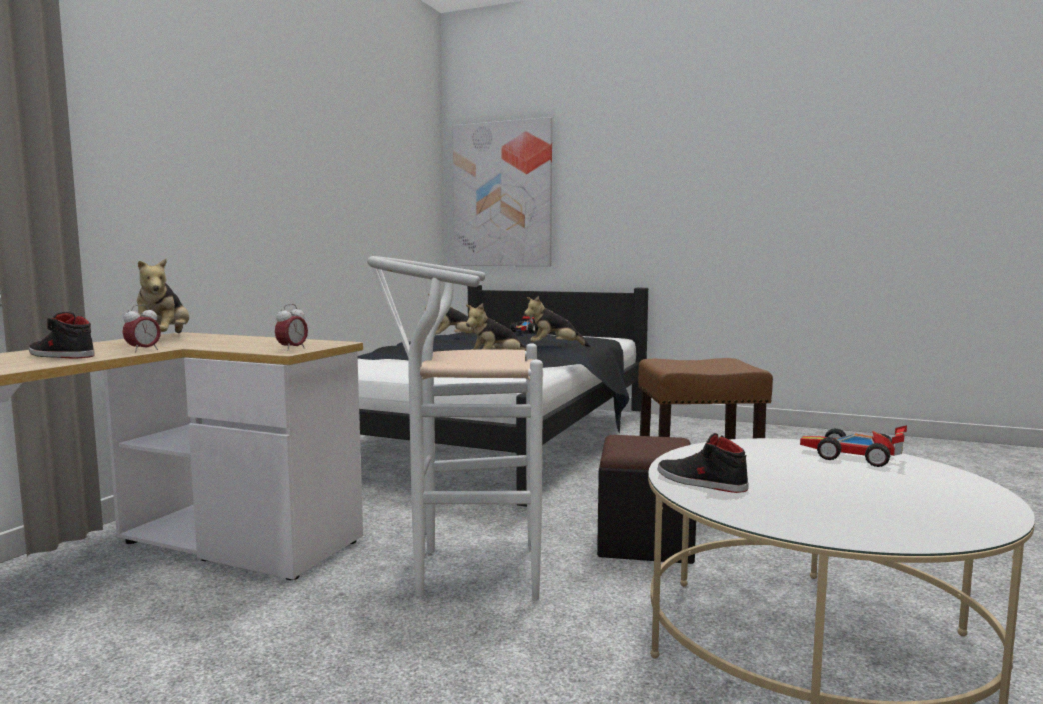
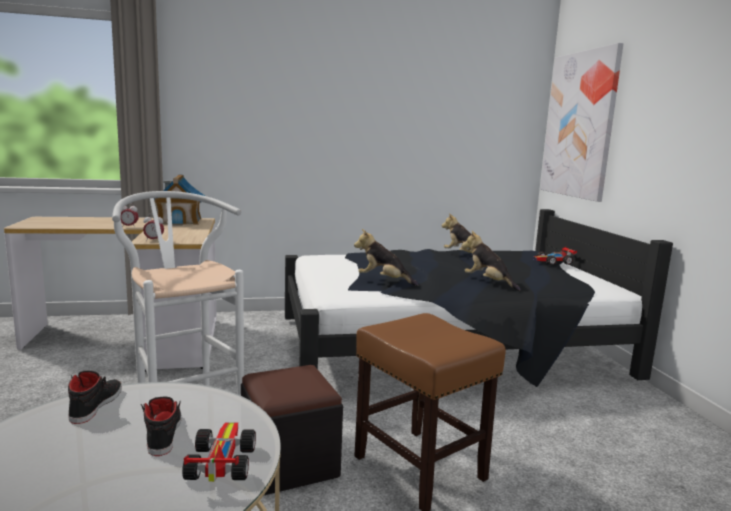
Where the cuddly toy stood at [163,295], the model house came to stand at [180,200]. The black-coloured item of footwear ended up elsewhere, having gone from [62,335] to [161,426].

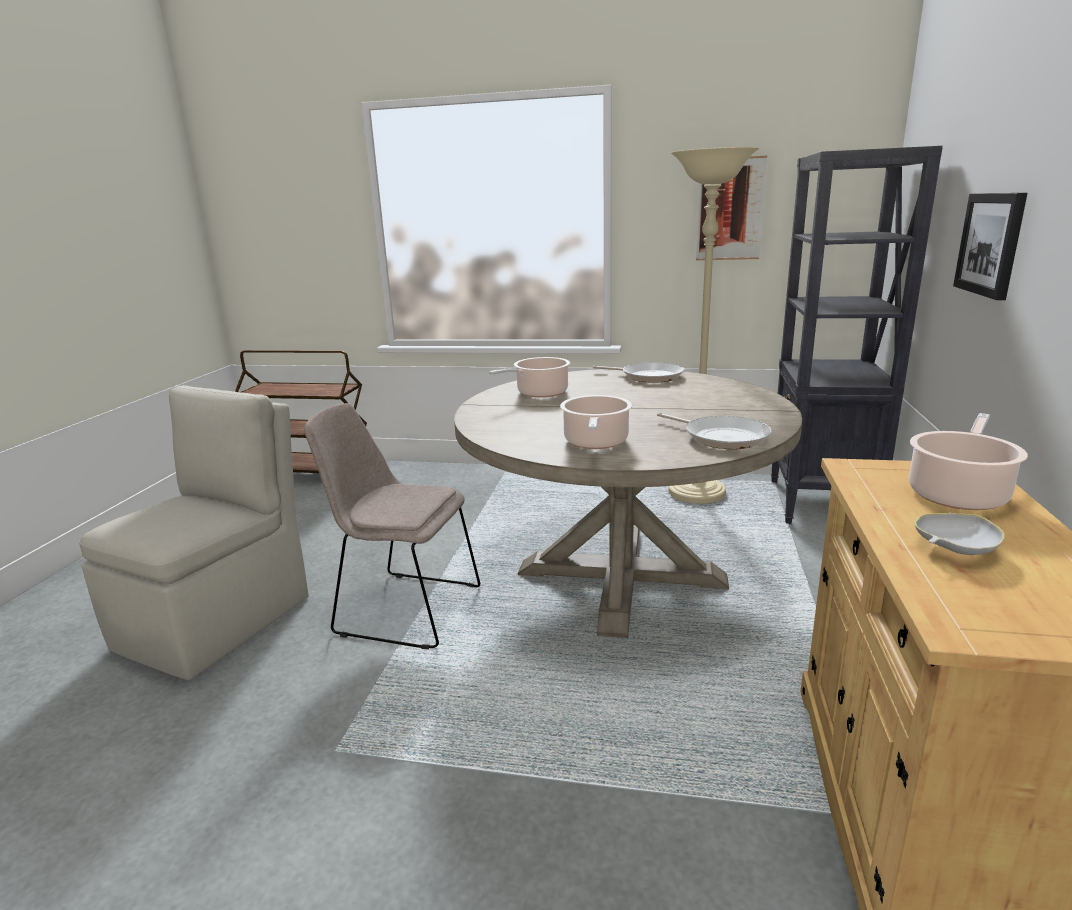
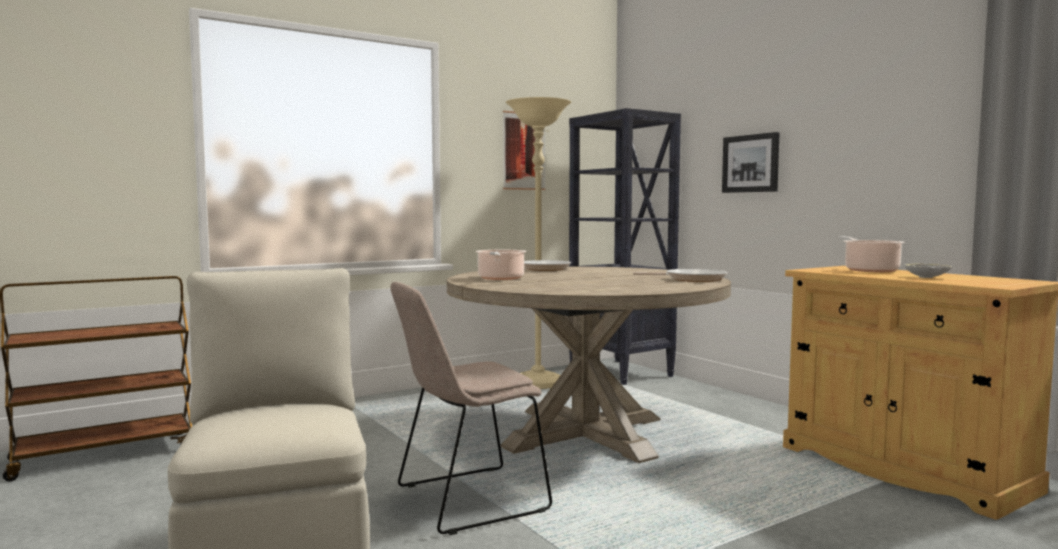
The second view lost the stockpot at [596,422].

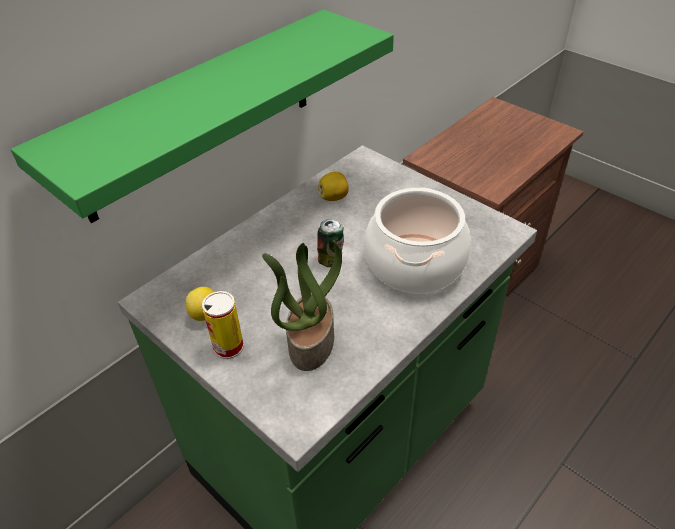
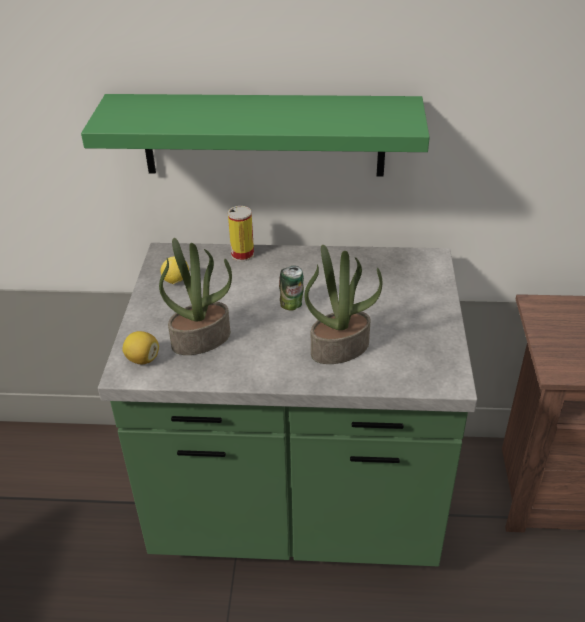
The citrus fruit ended up elsewhere, having gone from [333,186] to [140,347]. Where the stockpot stood at [417,240], the potted plant came to stand at [343,304]. The sealed can ended up elsewhere, having gone from [223,325] to [241,233].

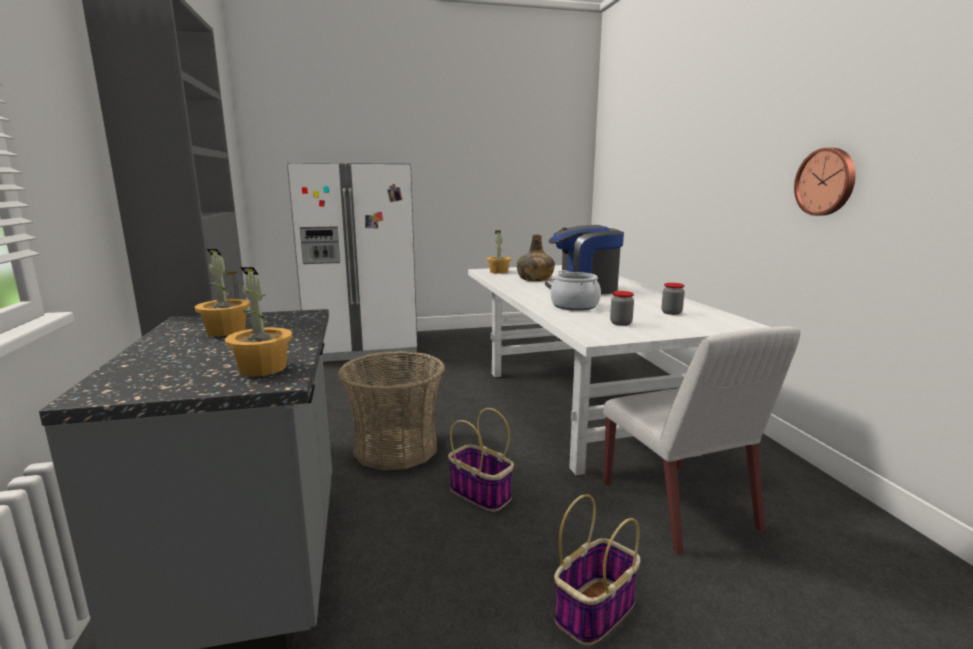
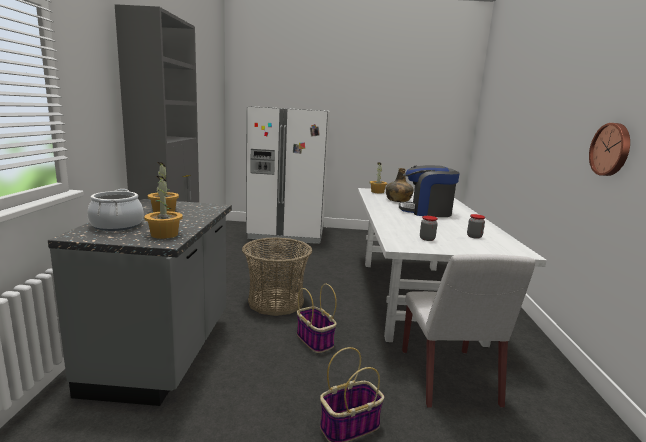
The stockpot ended up elsewhere, having gone from [575,290] to [115,210].

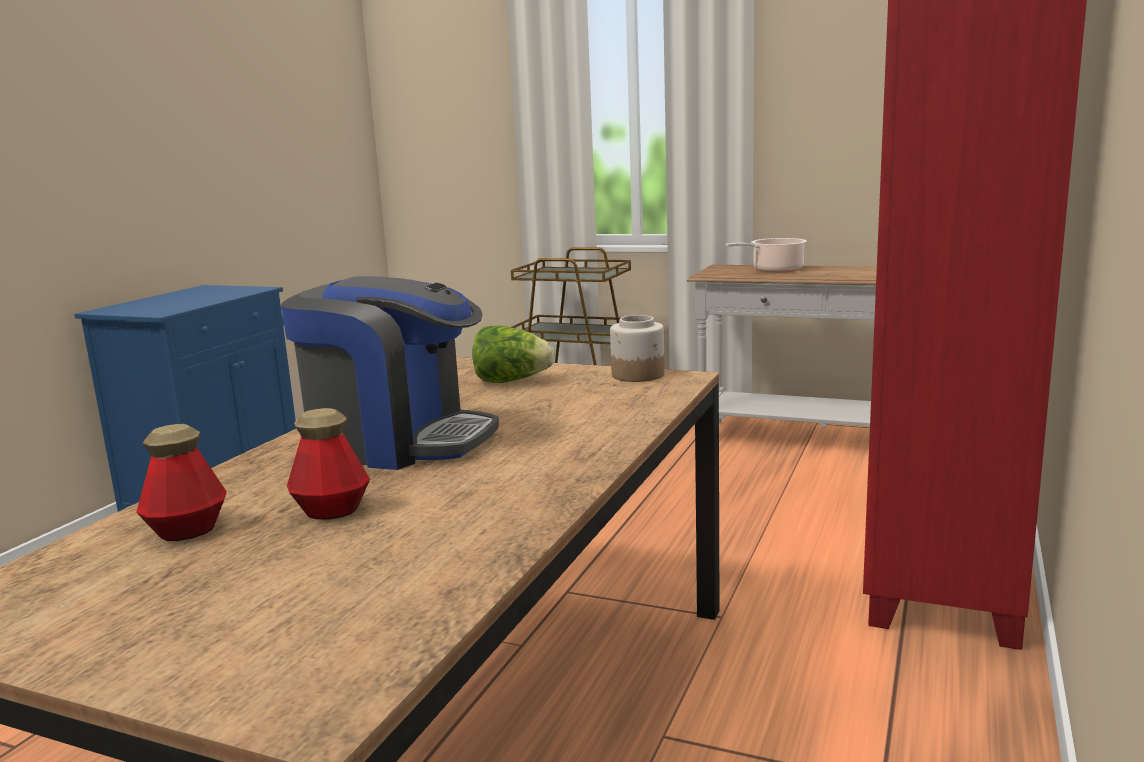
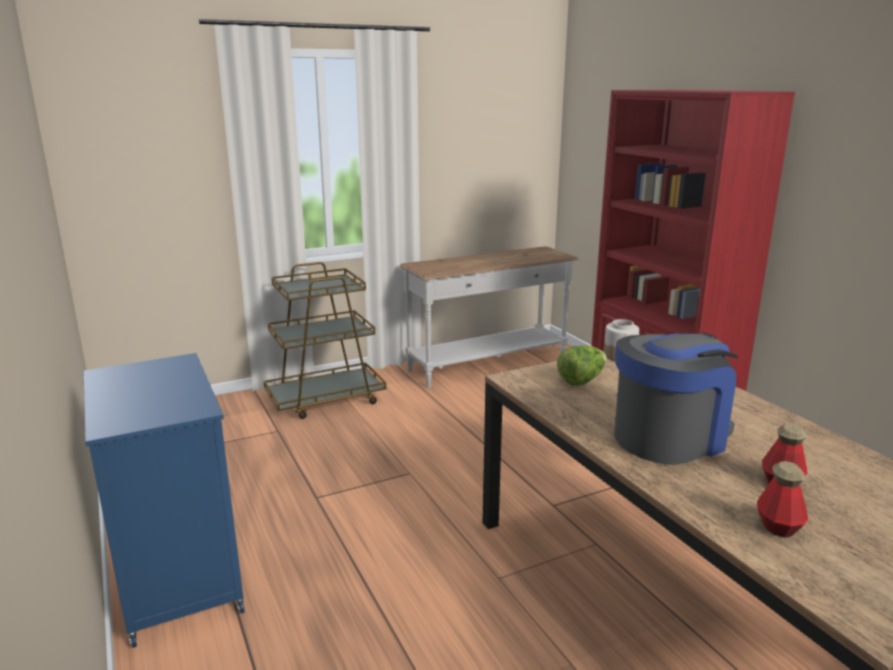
The second view lost the stockpot at [766,255].

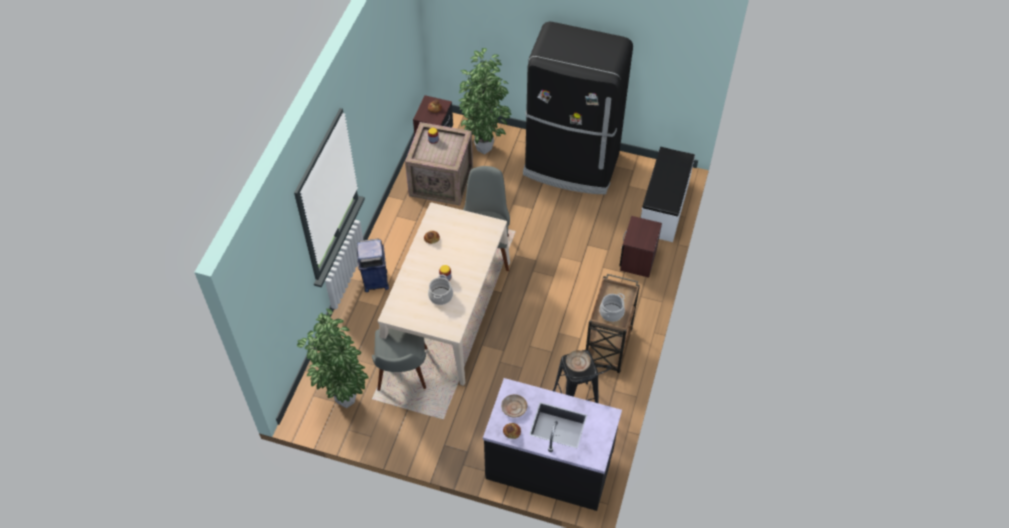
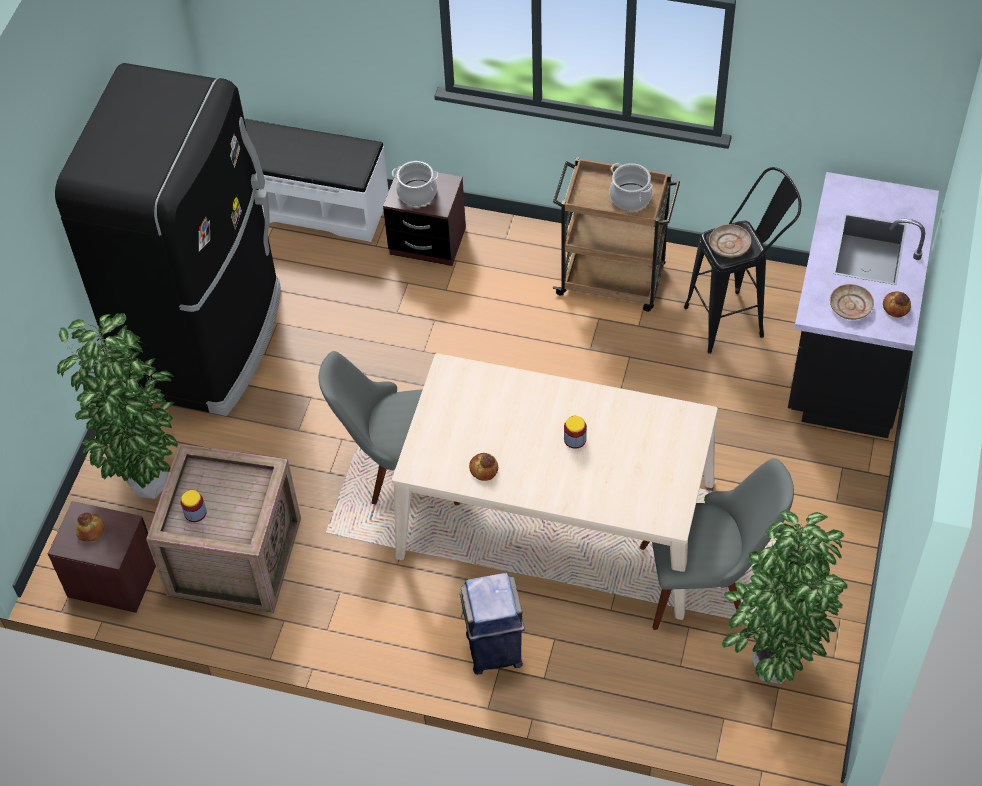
The stockpot ended up elsewhere, having gone from [440,289] to [415,183].

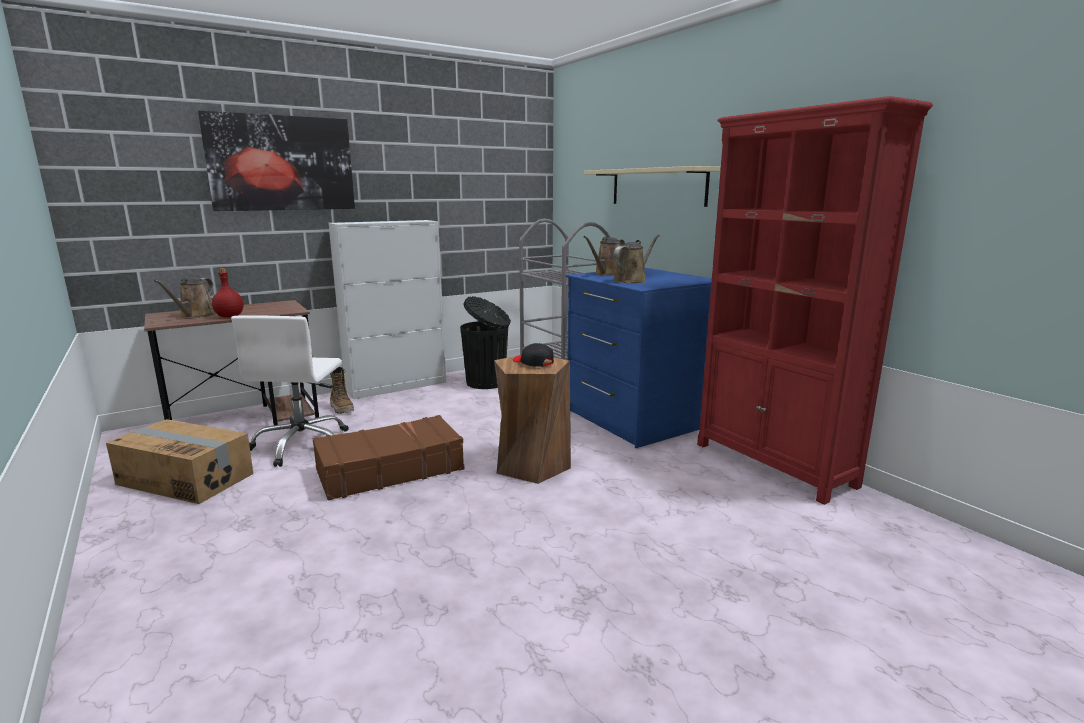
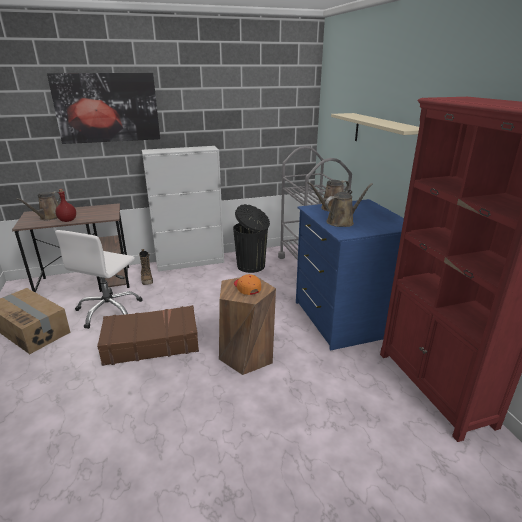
What was the black-coloured baseball cap at [533,355] turned into the orangey baseball cap at [247,284].

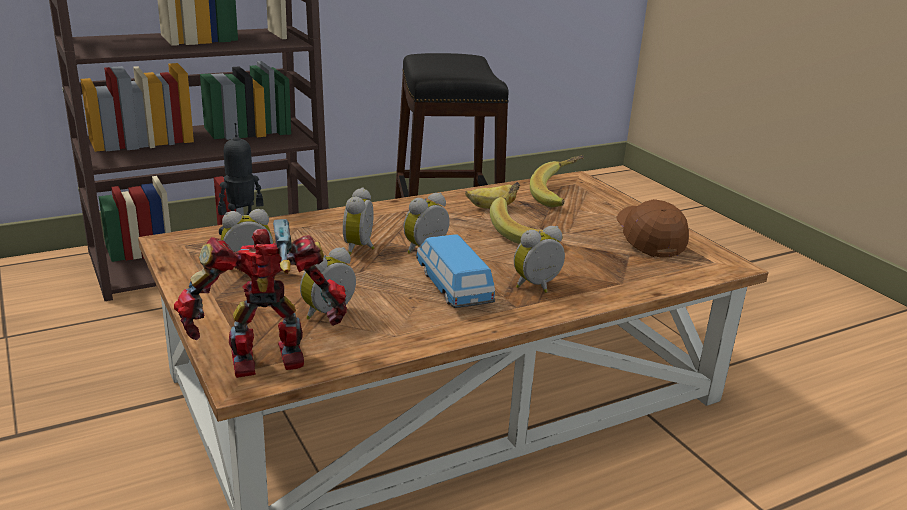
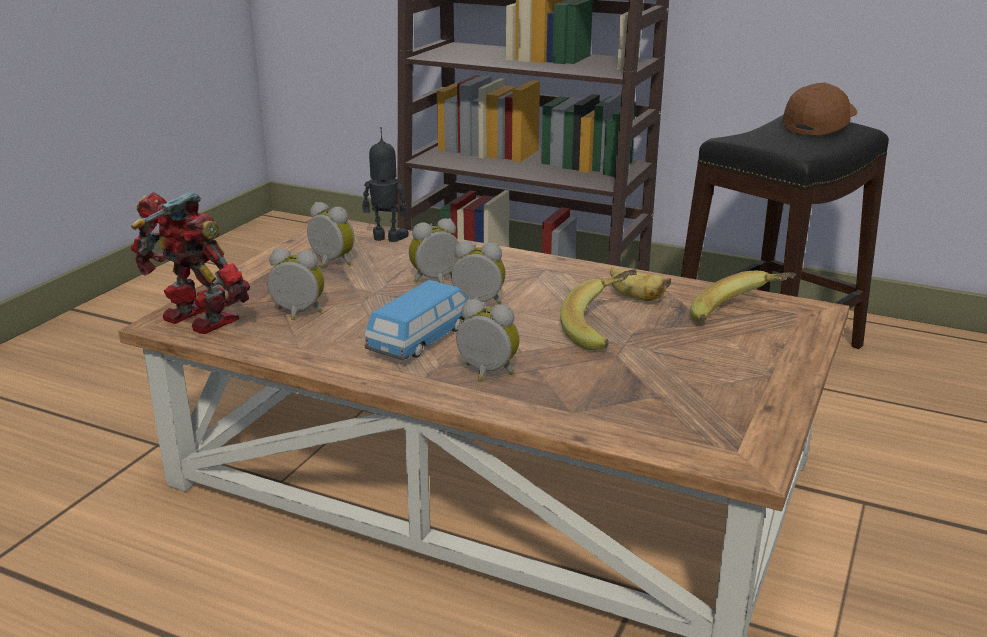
The brown-coloured baseball cap ended up elsewhere, having gone from [652,228] to [820,109].

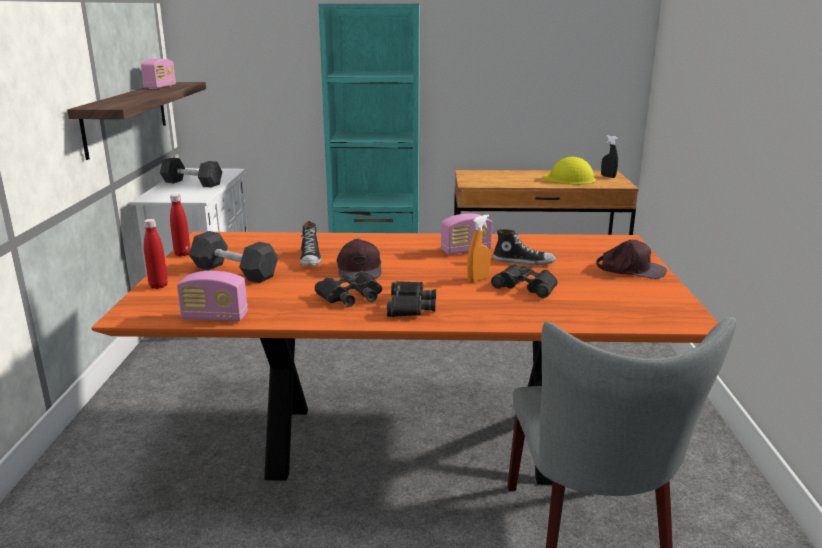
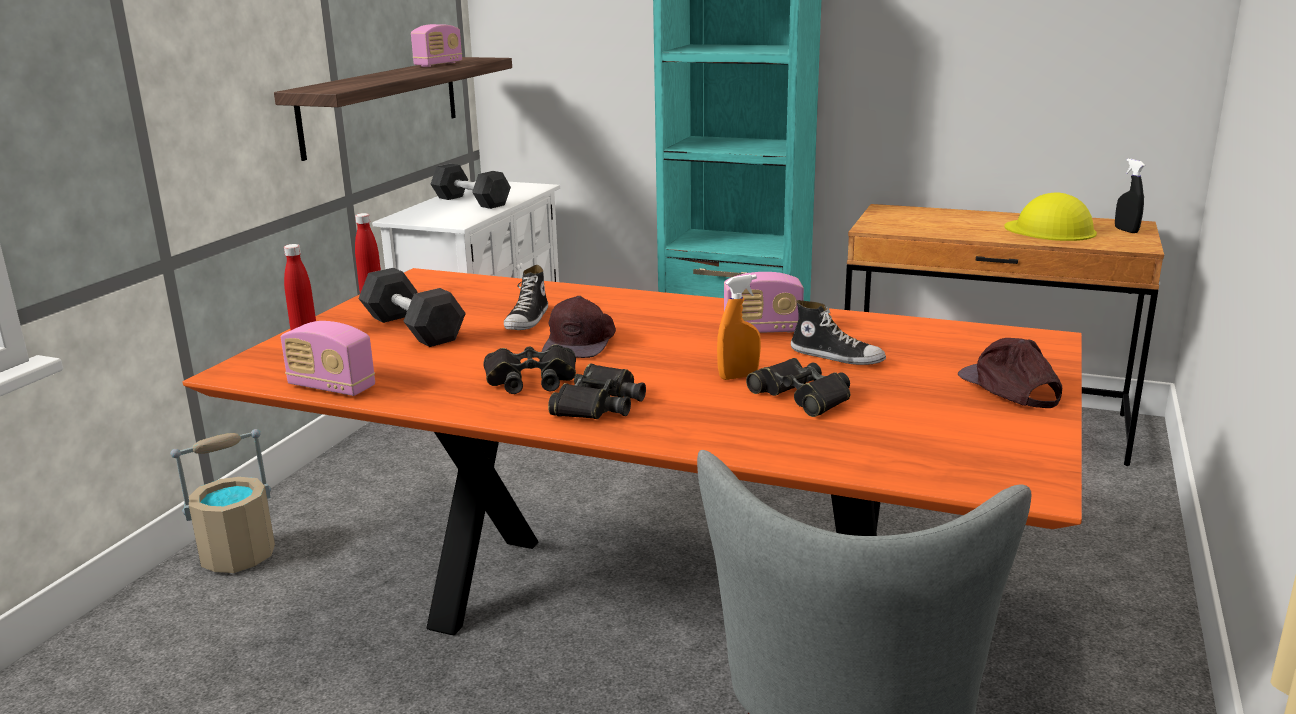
The brown-coloured baseball cap at [631,259] ended up facing another way, 150 degrees counterclockwise from before. The second view gained the beige-coloured water bucket at [223,501].

